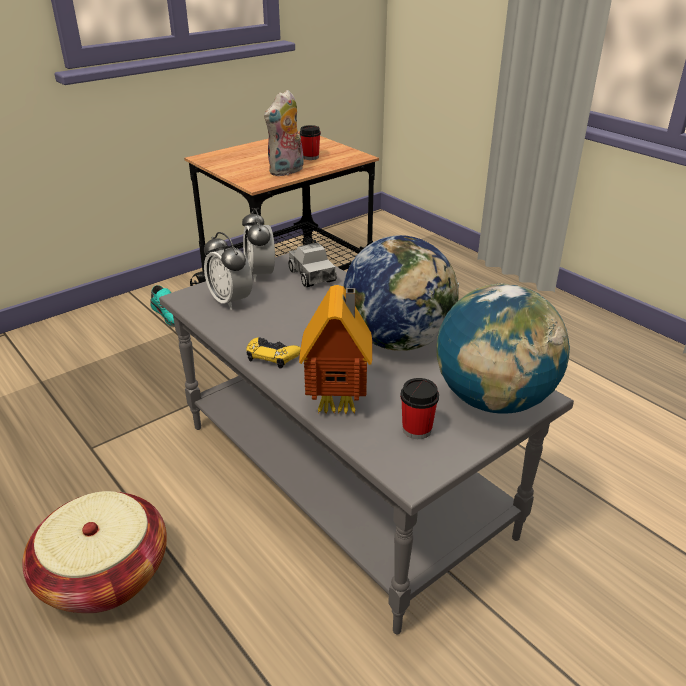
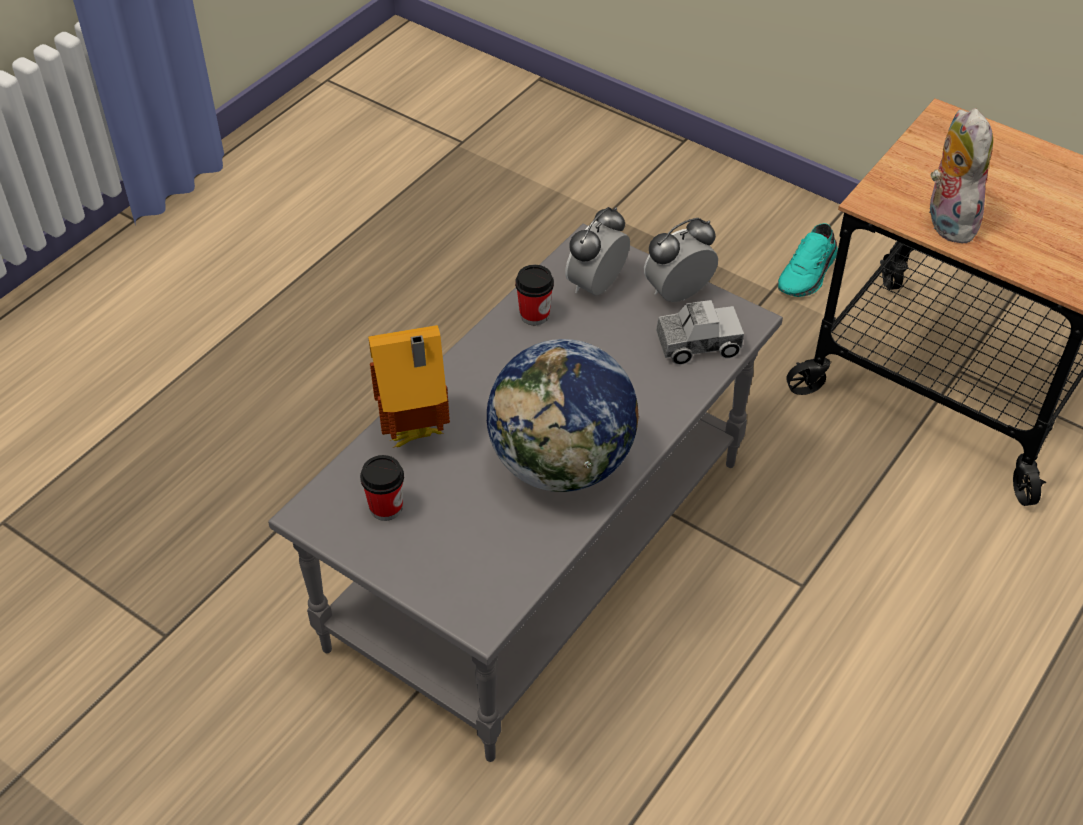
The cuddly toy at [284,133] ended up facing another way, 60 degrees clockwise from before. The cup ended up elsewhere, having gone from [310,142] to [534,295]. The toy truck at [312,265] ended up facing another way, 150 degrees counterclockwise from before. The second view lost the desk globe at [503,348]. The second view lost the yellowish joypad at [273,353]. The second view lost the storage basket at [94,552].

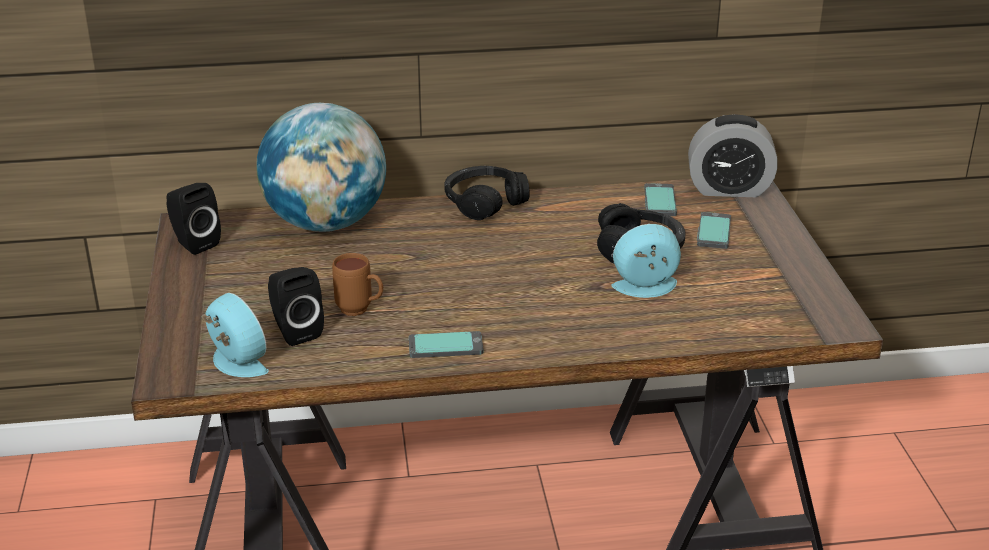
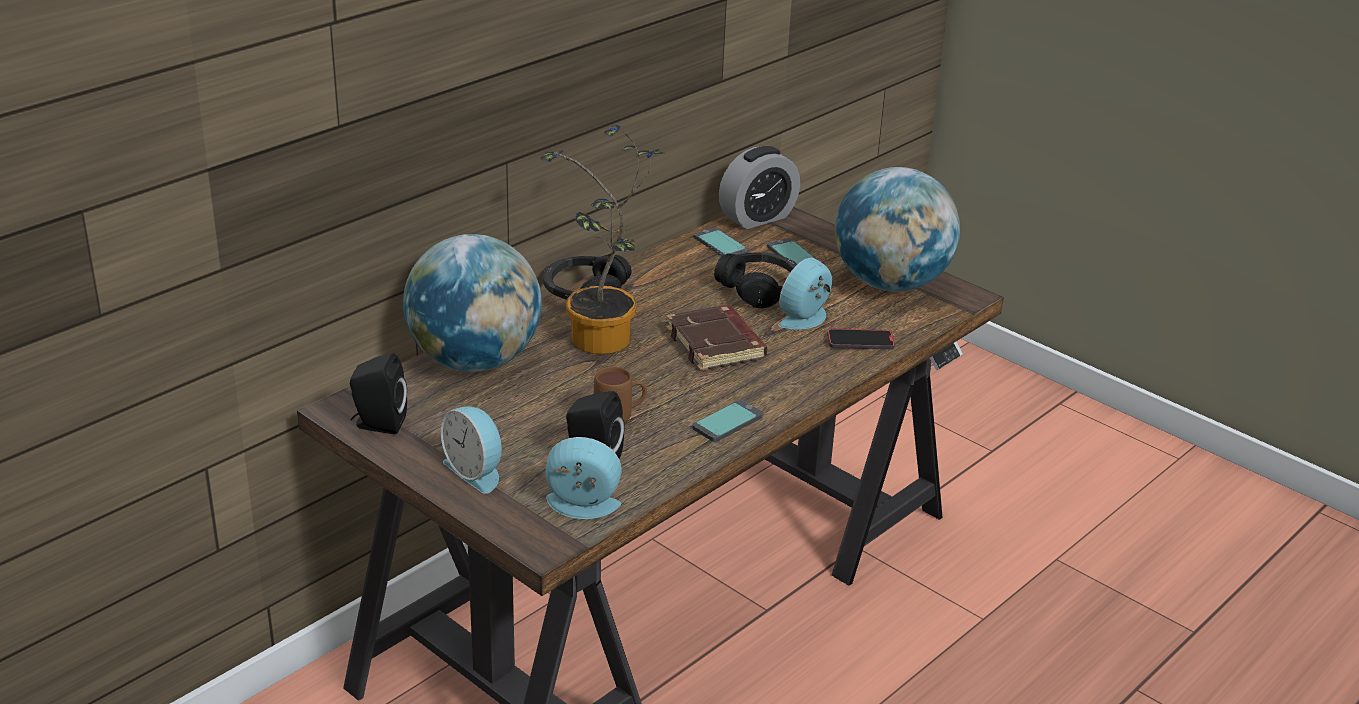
The second view gained the potted plant at [603,239]. The second view gained the desk globe at [897,229]. The second view gained the brown-coloured bound book at [716,338]. The second view gained the telephone at [861,339]. The second view gained the table clock at [472,450].

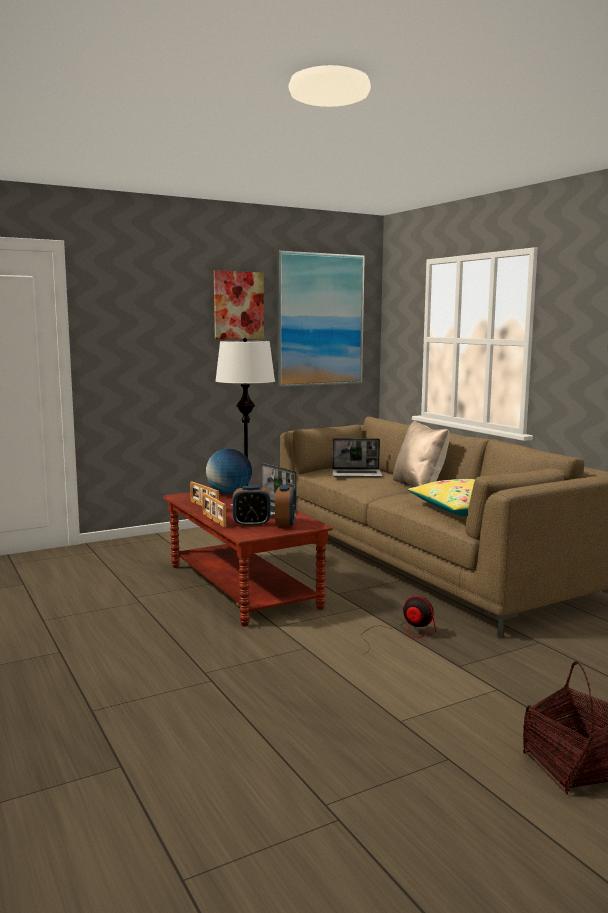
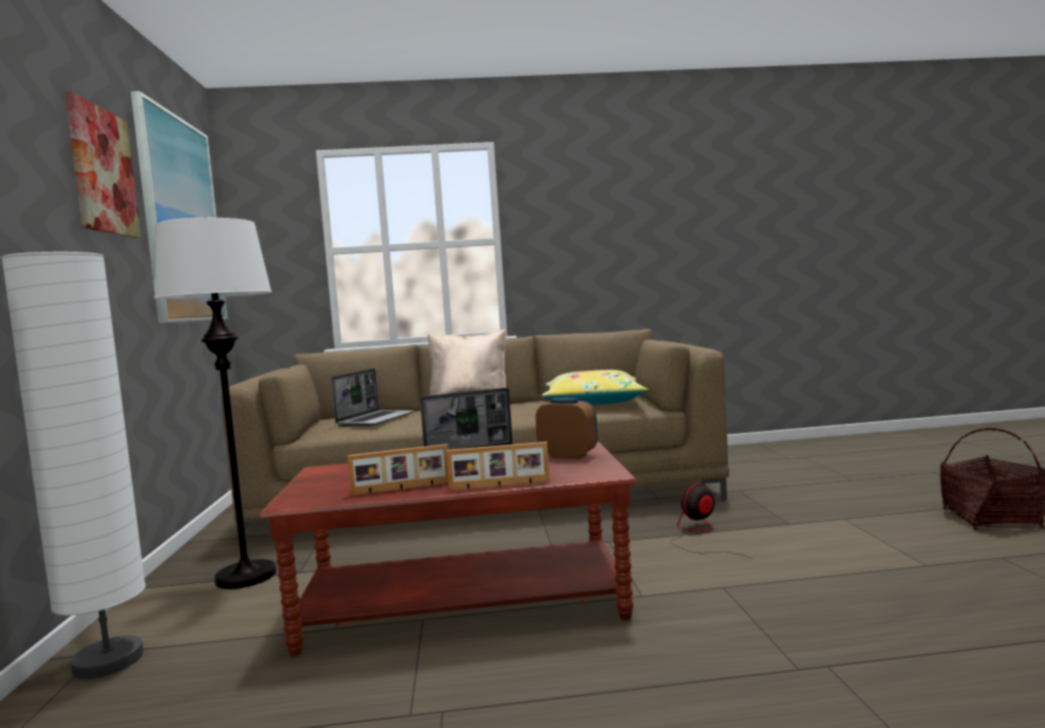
The second view lost the desk globe at [229,471]. The second view lost the table clock at [252,506]. The second view gained the white standard lamp at [73,465].

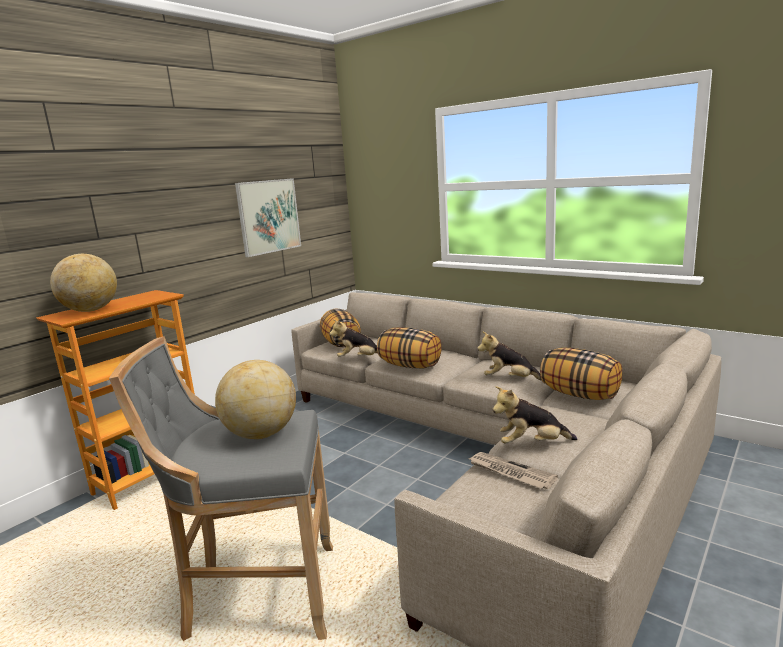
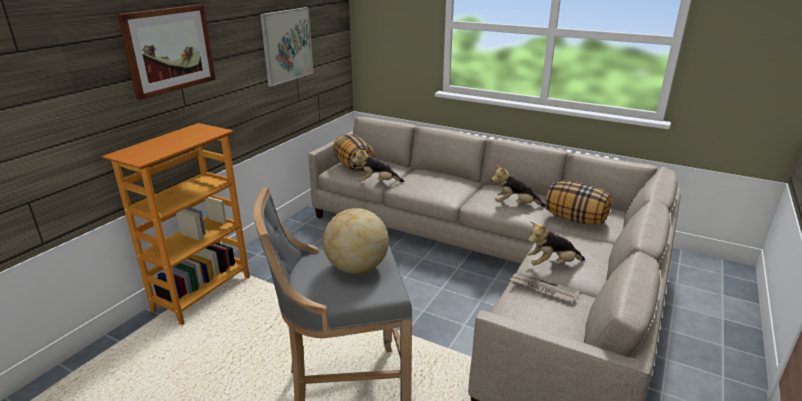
The second view lost the desk globe at [83,283]. The second view lost the throw pillow at [409,347]. The second view gained the picture at [166,52].

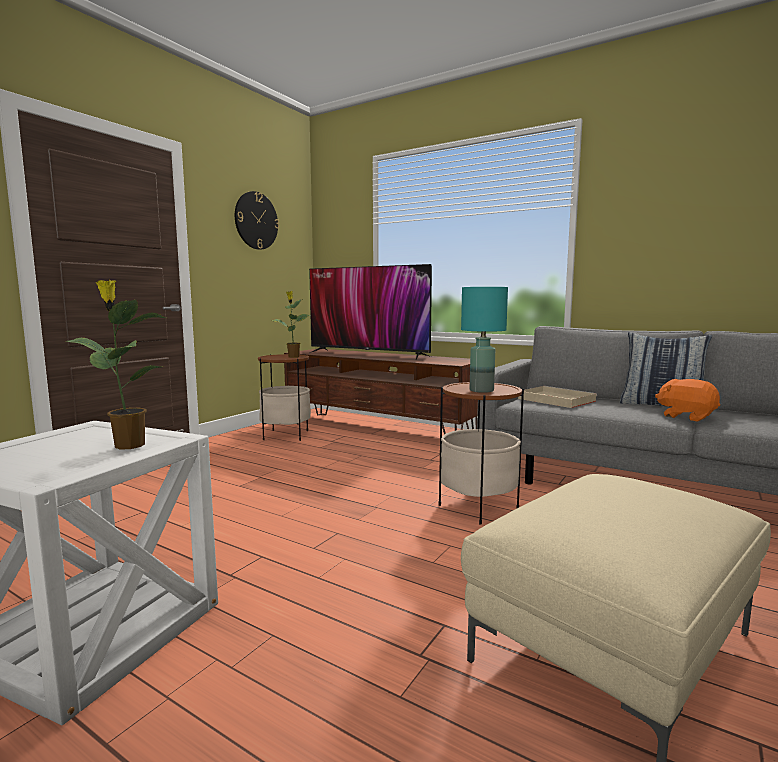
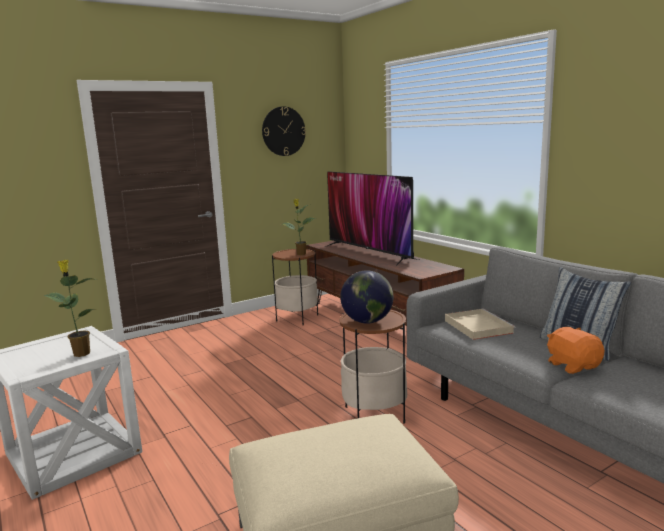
Where the turquoise-coloured lamp for a table stood at [484,340], the desk globe came to stand at [367,297].

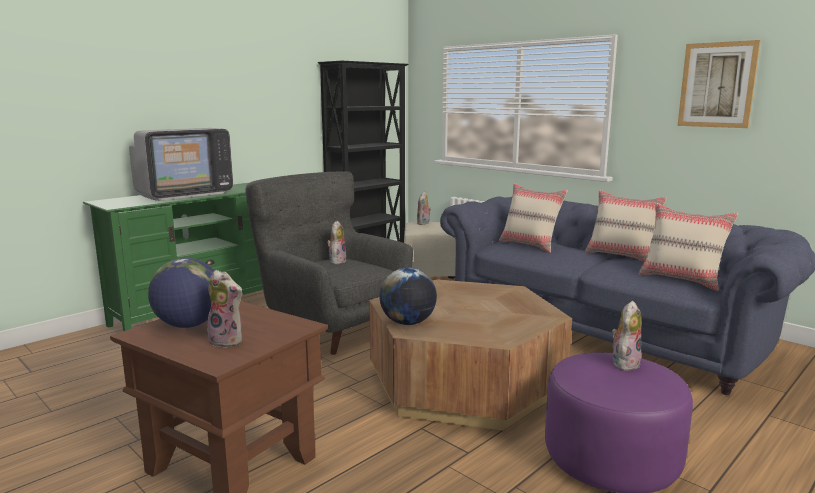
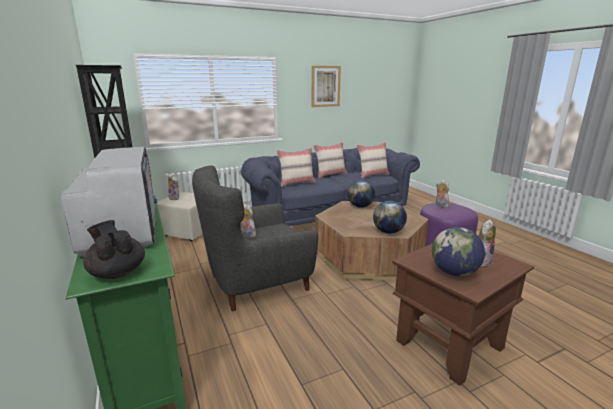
The second view gained the desk globe at [361,194]. The second view gained the black-coloured pot for tea at [114,249].

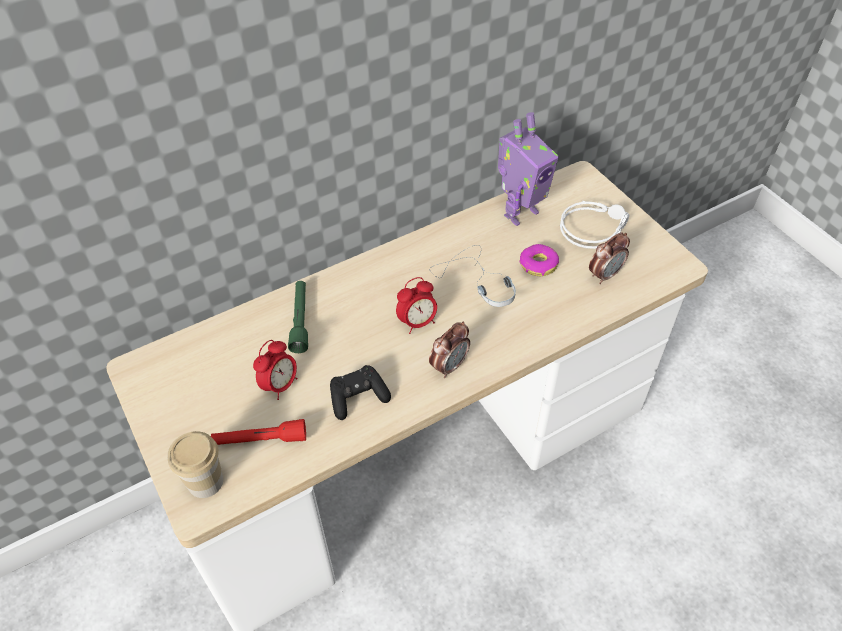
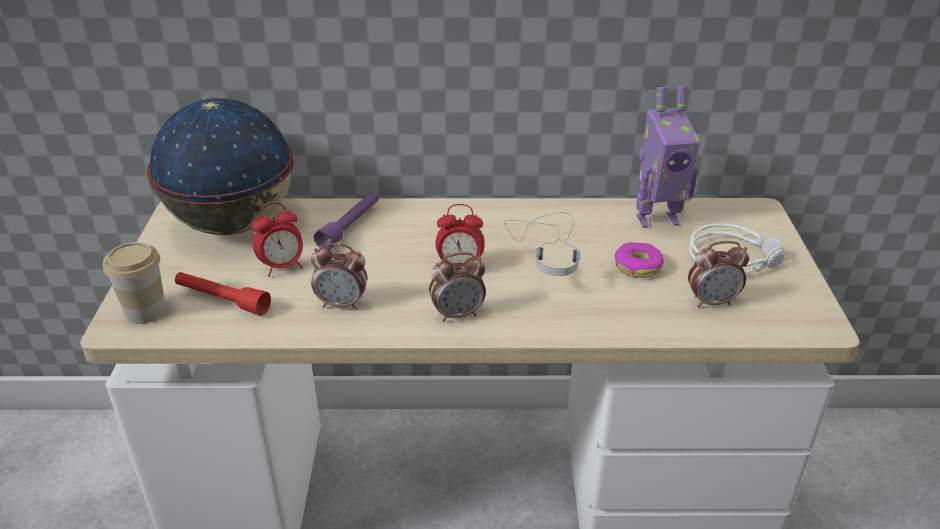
What was the greenish hand torch at [298,317] turned into the purple hand torch at [346,221]. Where the black-coloured joypad stood at [360,392], the table clock came to stand at [339,276]. The second view gained the desk globe at [220,166].

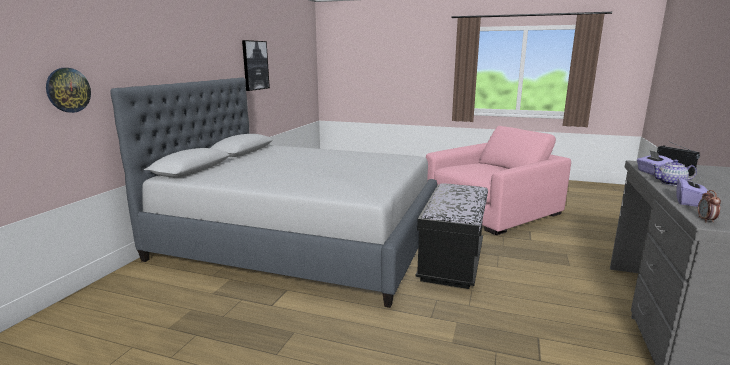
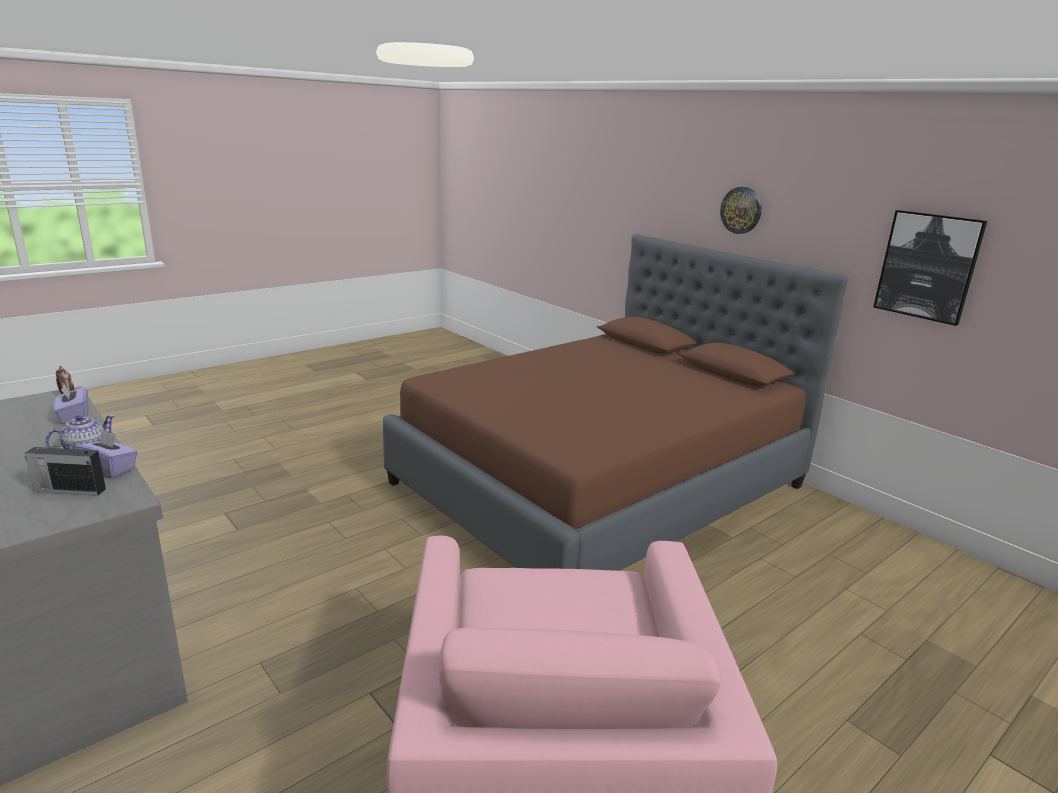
The wall clock ended up elsewhere, having gone from [68,90] to [741,210]. What was the grey bed at [273,192] turned into the brown-coloured bed at [615,402]. The second view lost the black-coloured long seat at [451,236].

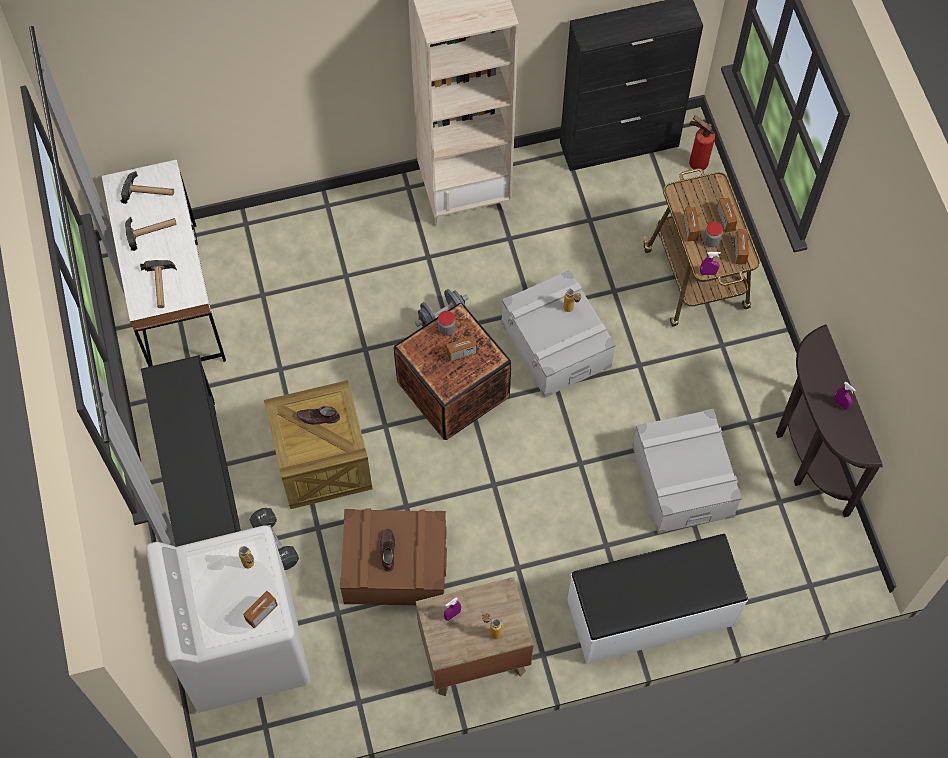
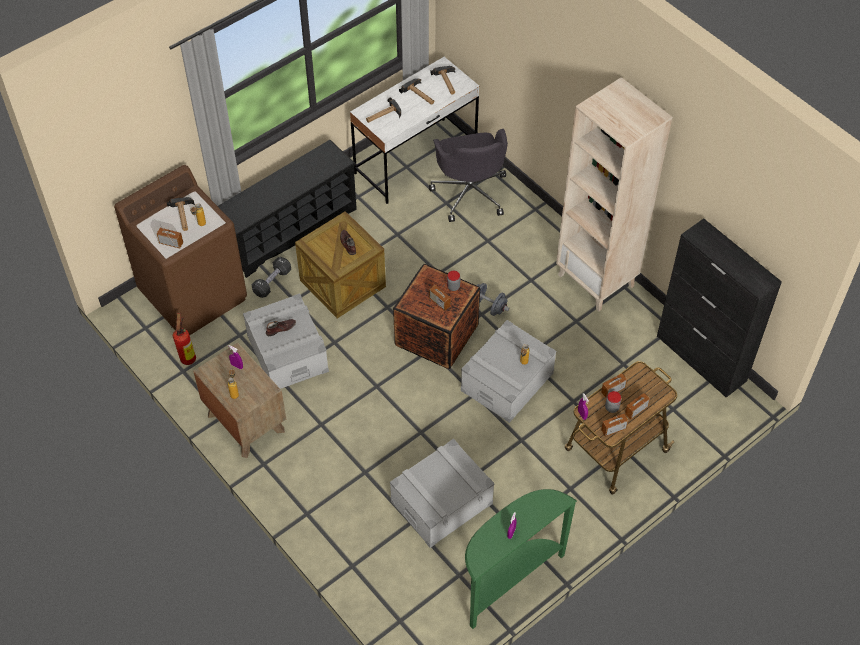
The extinguisher ended up elsewhere, having gone from [702,142] to [184,339]. What was the brown-coloured narrow table at [829,420] turned into the greenish narrow table at [521,559]. What was the brown-coloured storage box at [393,556] turned into the grey storage box at [286,341]. What was the white laundry appliance at [228,619] turned into the brown-coloured laundry appliance at [180,250]. The second view lost the white long seat at [657,599]. The second view gained the grey desk chair at [468,175]. The second view gained the hand hammer at [180,214].

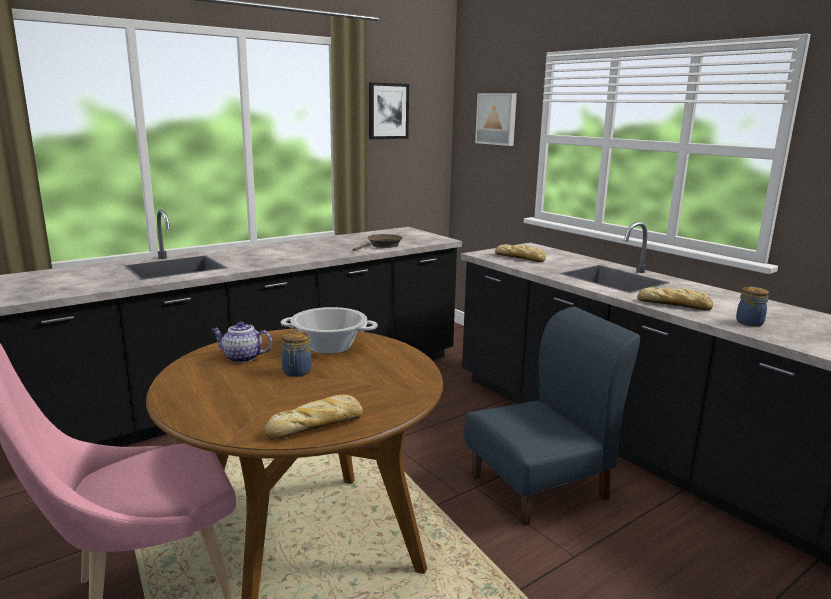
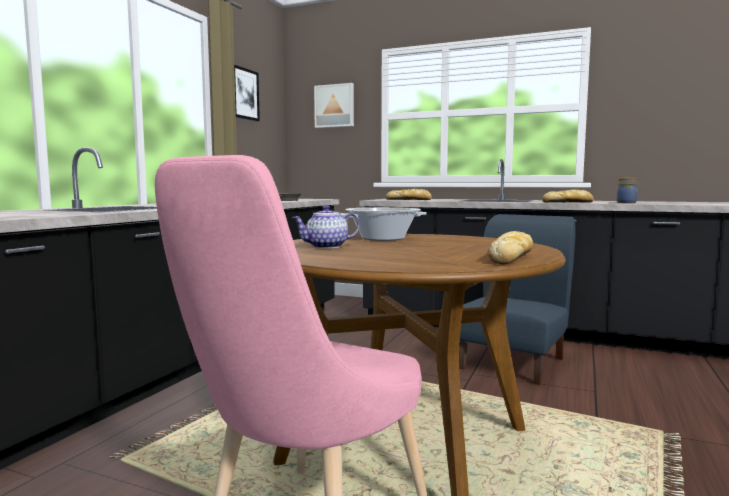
The second view lost the storage jar at [297,354].

